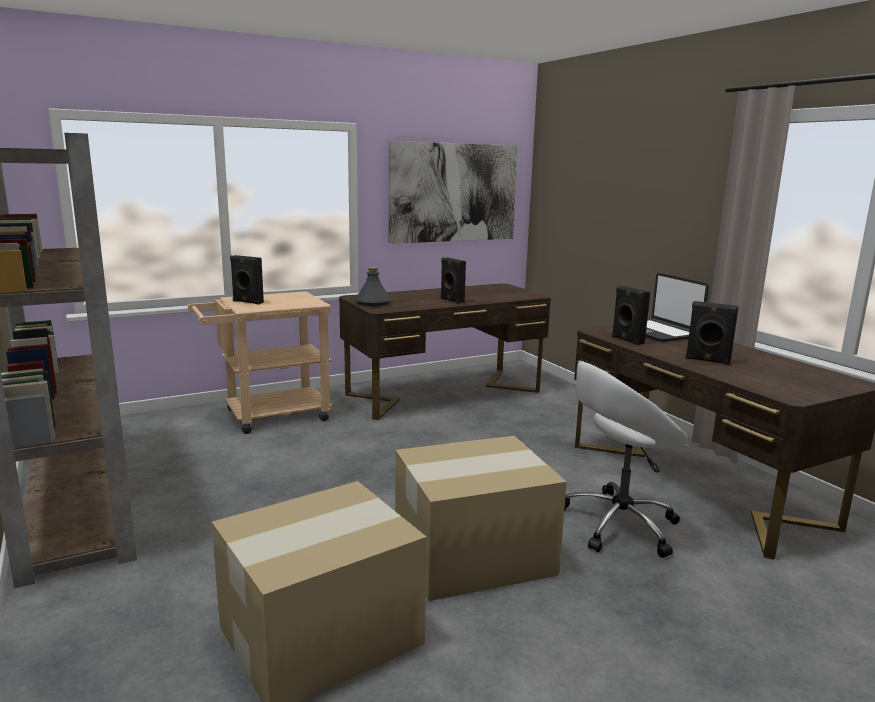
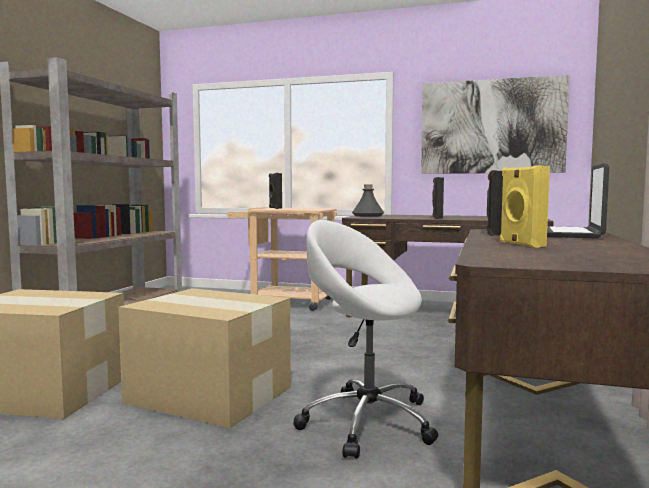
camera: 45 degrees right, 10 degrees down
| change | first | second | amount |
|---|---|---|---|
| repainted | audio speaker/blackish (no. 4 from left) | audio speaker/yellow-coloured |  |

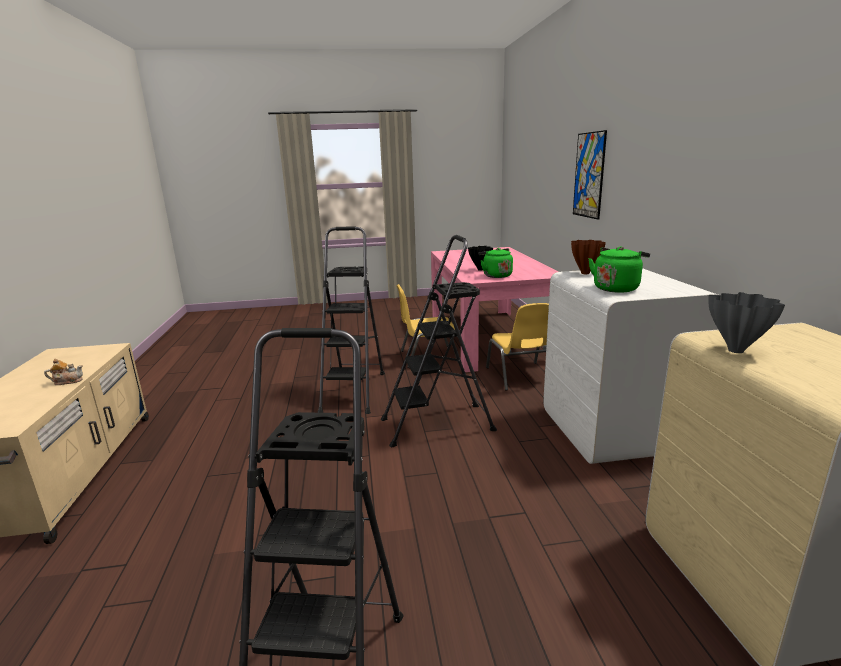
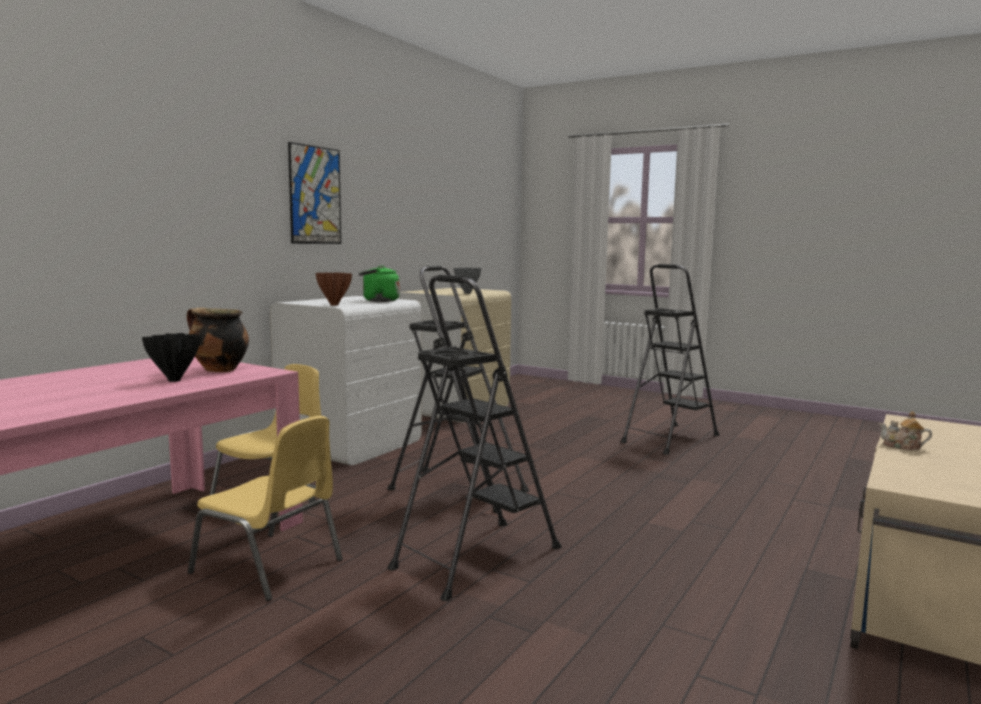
camera: 140 degrees left, 10 degrees down
| change | first | second | amount |
|---|---|---|---|
| shifted | wall picture |  |  |
| swapped | kettle/greenish (no. 1 from left) | stockpot |  |

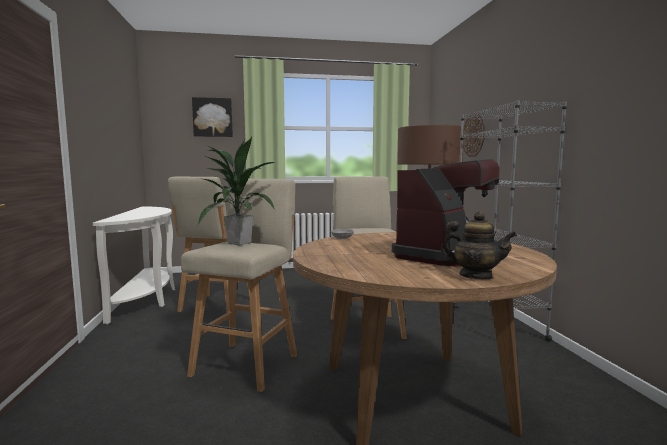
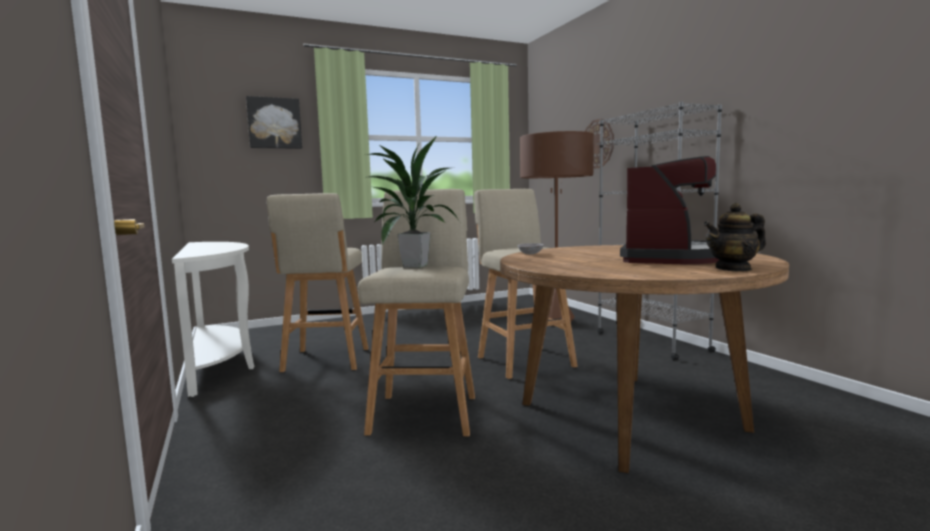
camera: 15 degrees left, 0 degrees up
| change | first | second | amount |
|---|---|---|---|
| rotated | tea pot |  | 150 degrees clockwise |

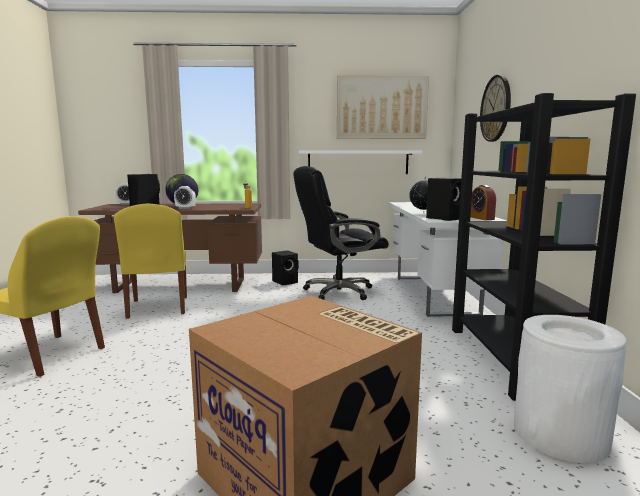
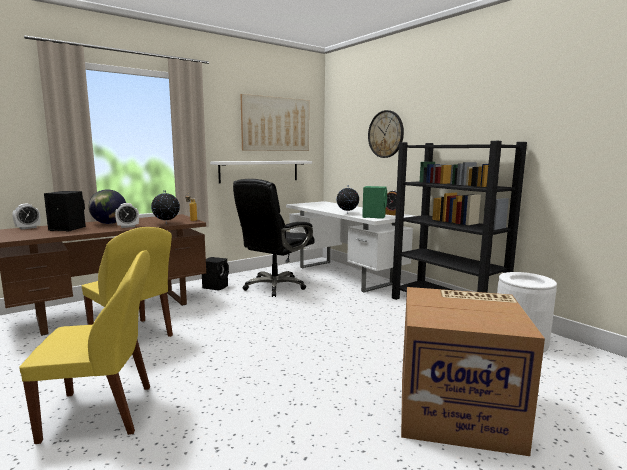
camera: 35 degrees left, 0 degrees up
| change | first | second | amount |
|---|---|---|---|
| new |  | world globe (no. 2 from left) |  |
| repainted | audio speaker/blackish (no. 3 from left) | audio speaker/greenish |  |

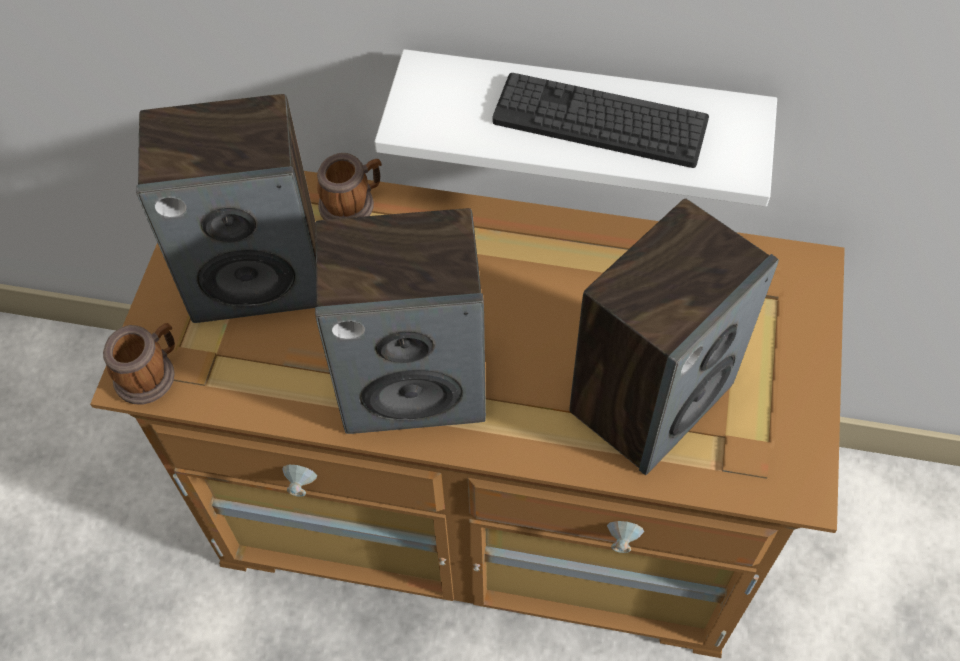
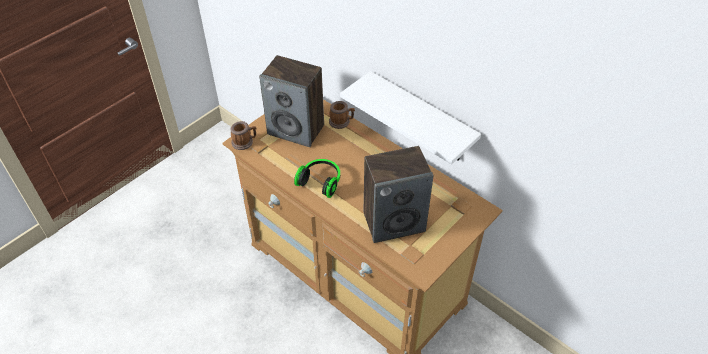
camera: 30 degrees right, 10 degrees down
| change | first | second | amount |
|---|---|---|---|
| gone | PC keyboard |  |  |
| swapped | audio speaker (no. 2 from left) | headphones |  |

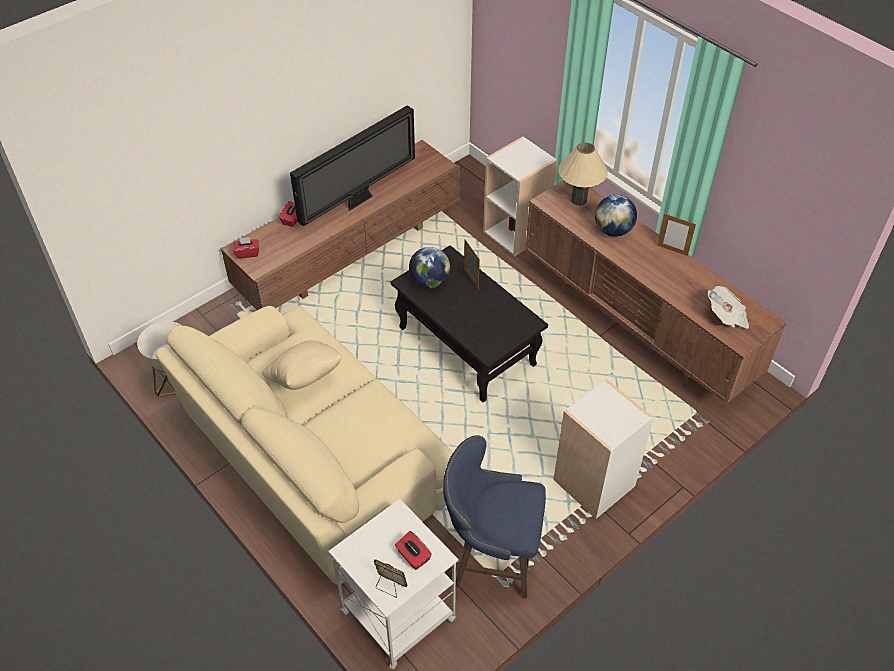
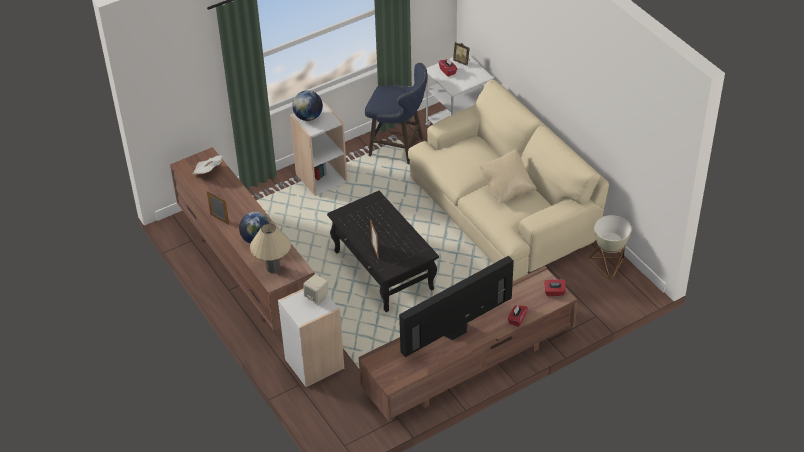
camera: 170 degrees left, 5 degrees down
| change | first | second | amount |
|---|---|---|---|
| new |  | audio speaker/beige |  |
| shifted | world globe (no. 1 from left in the first image) | world globe (no. 2 from left) |  |

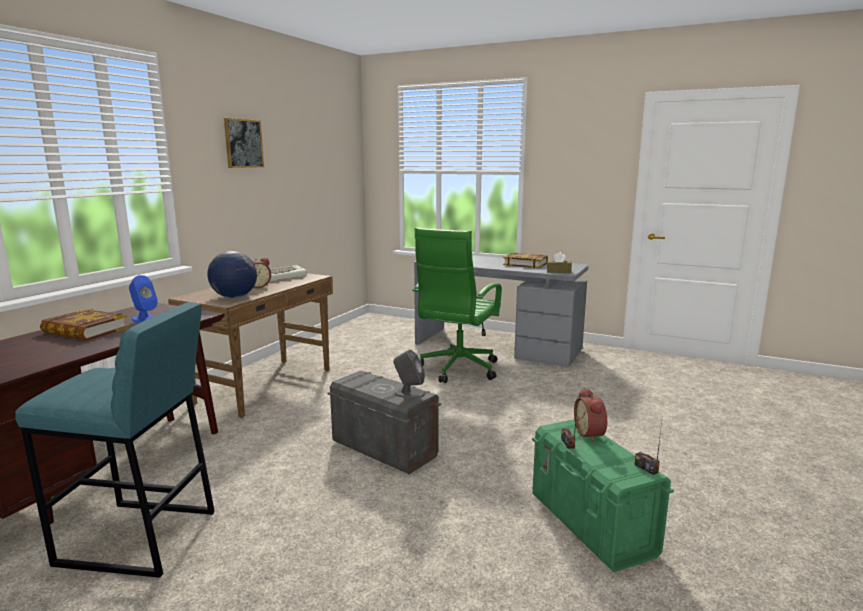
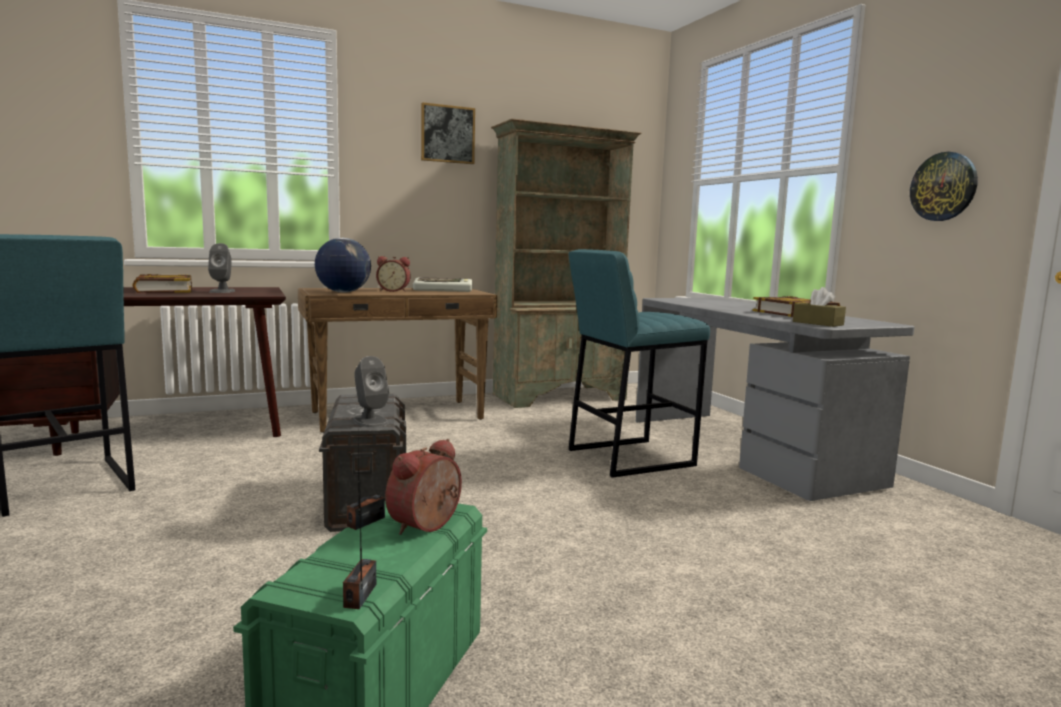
camera: 40 degrees right, 5 degrees down
| change | first | second | amount |
|---|---|---|---|
| new |  | shelving unit/greenish |  |
| new |  | clock on the wall |  |
| swapped | office chair/greenish | stool/turquoise-coloured (no. 2 from left) |  |
| repainted | audio speaker/blue-coloured | audio speaker/grey (no. 1 from left) |  |

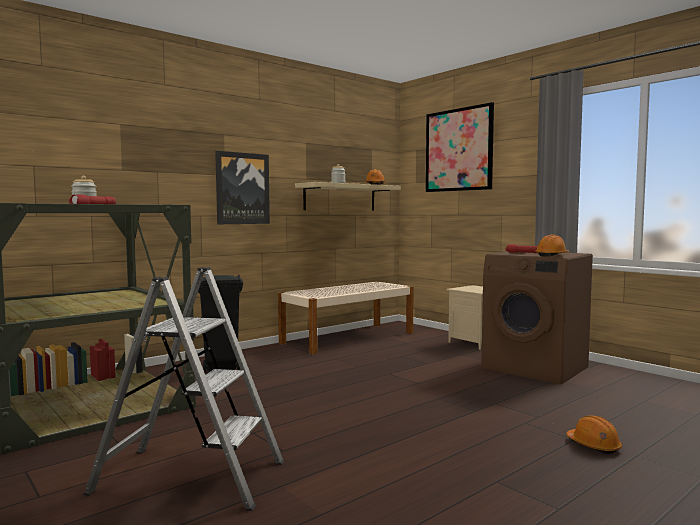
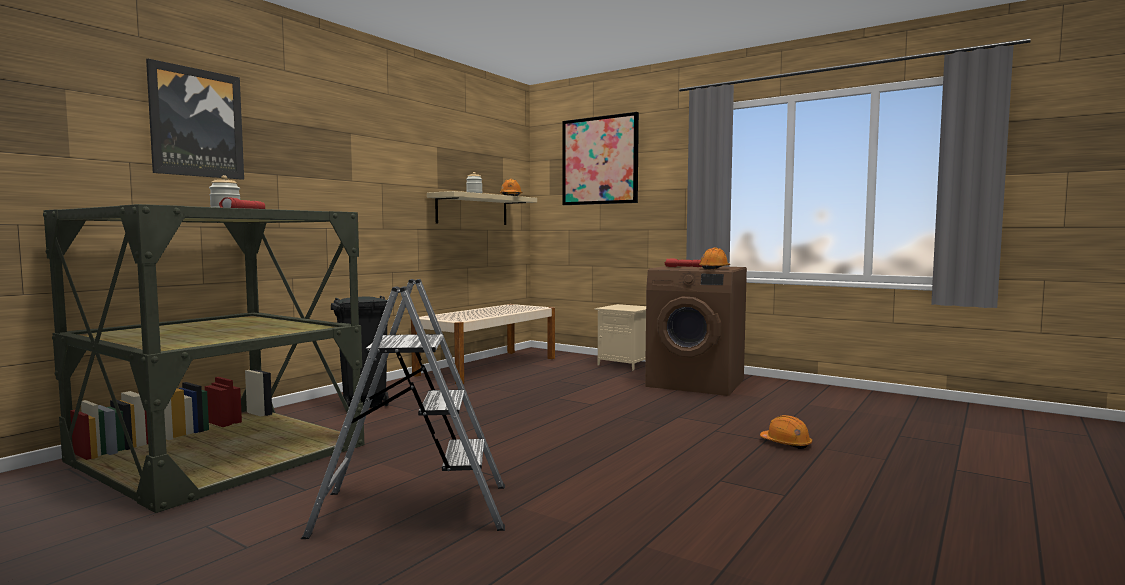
camera: 15 degrees left, 0 degrees up
| change | first | second | amount |
|---|---|---|---|
| shifted | wall picture (no. 1 from left) |  |  |

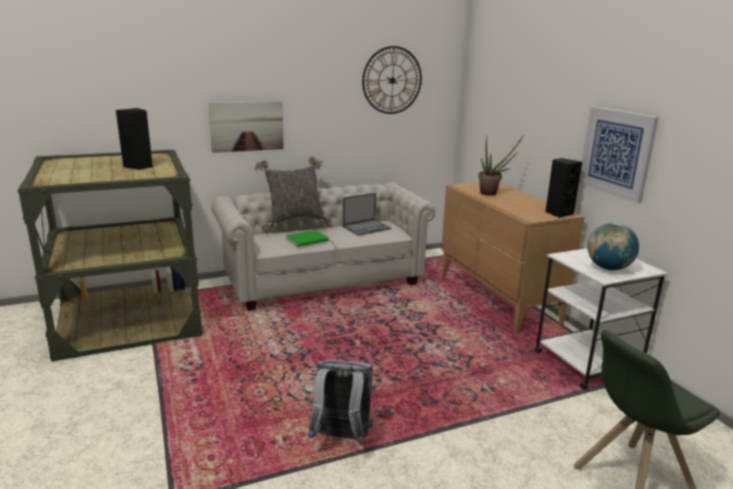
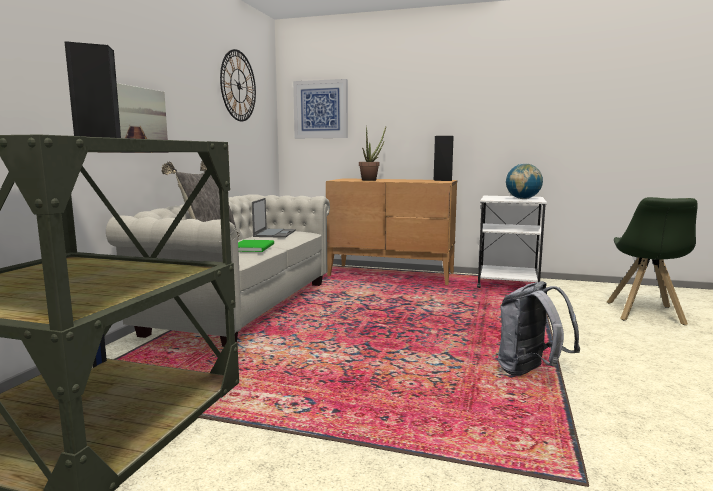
camera: 50 degrees left, 10 degrees down
| change | first | second | amount |
|---|---|---|---|
| shifted | wall picture (no. 2 from left) |  |  |

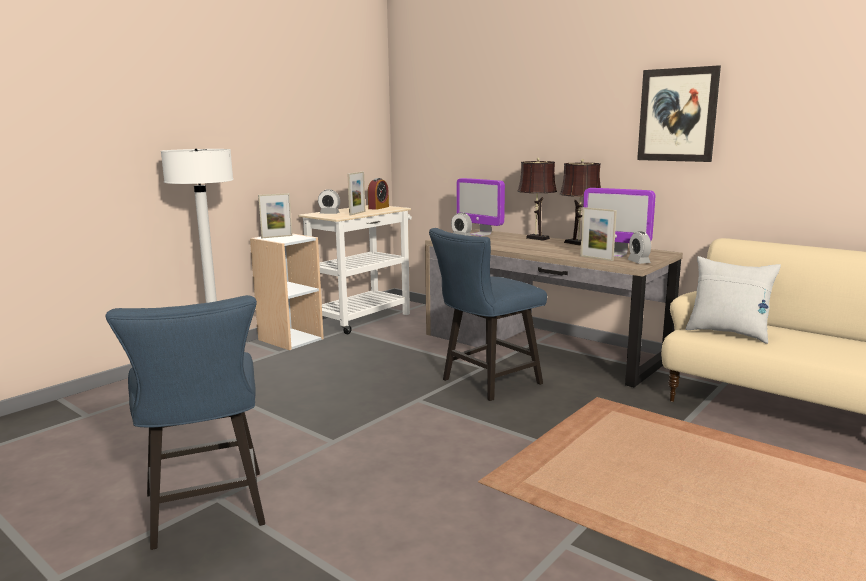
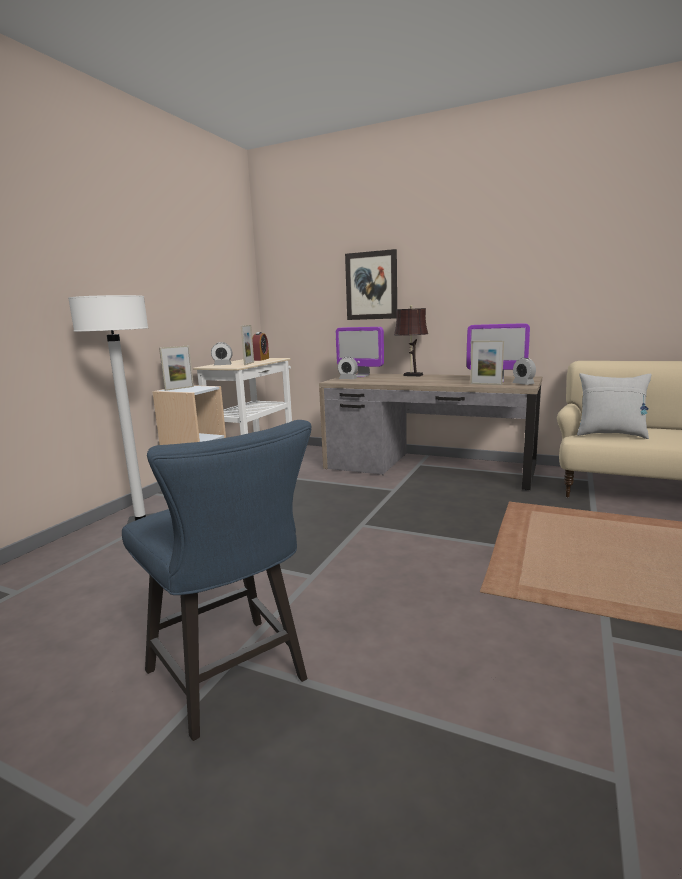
camera: 15 degrees left, 0 degrees up
| change | first | second | amount |
|---|---|---|---|
| gone | upright chair/blue-coloured (no. 2 from left) |  |  |
| gone | tabletop lamp/brown (no. 2 from left) |  |  |
| shifted | wall picture |  |  |

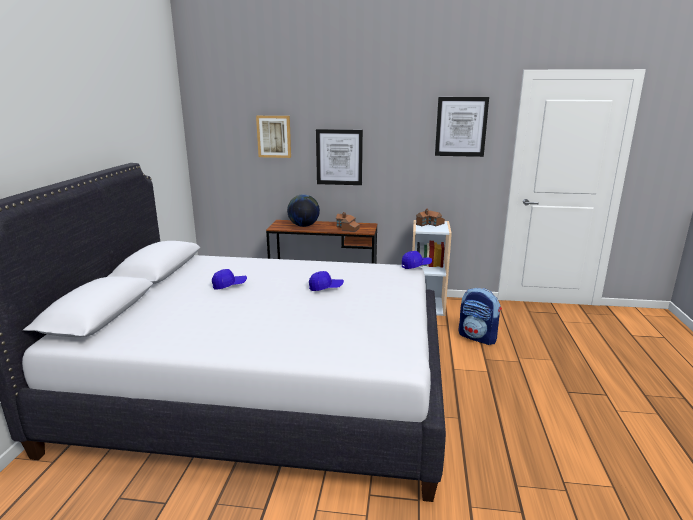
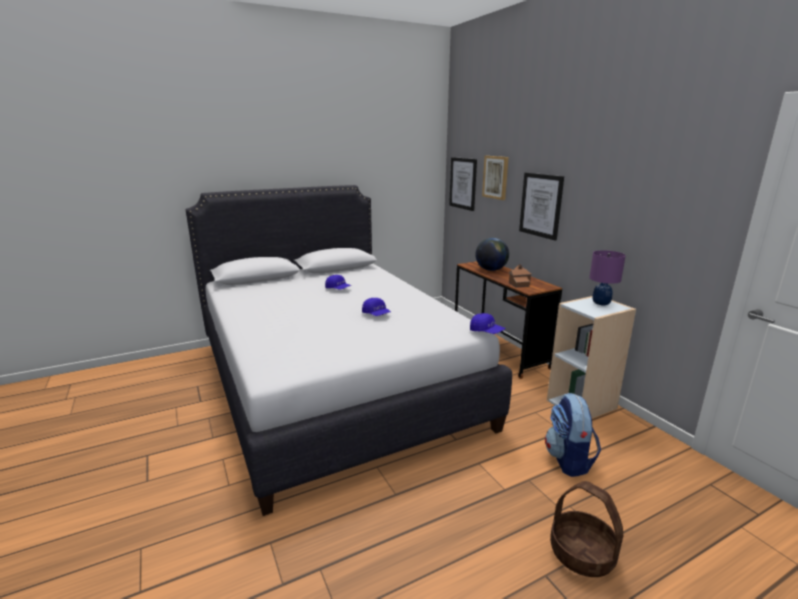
camera: 55 degrees right, 0 degrees up
| change | first | second | amount |
|---|---|---|---|
| new |  | household basket |  |
| shifted | wall picture (no. 3 from left in the first image) | wall picture (no. 1 from left) |  |
| swapped | model house (no. 2 from left) | tabletop lamp/purple |  |

